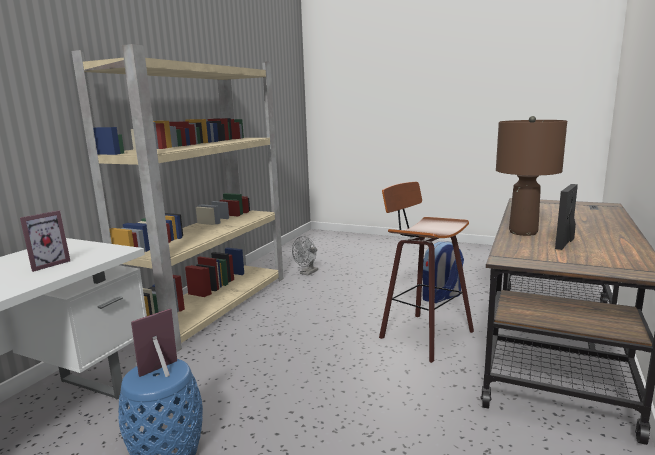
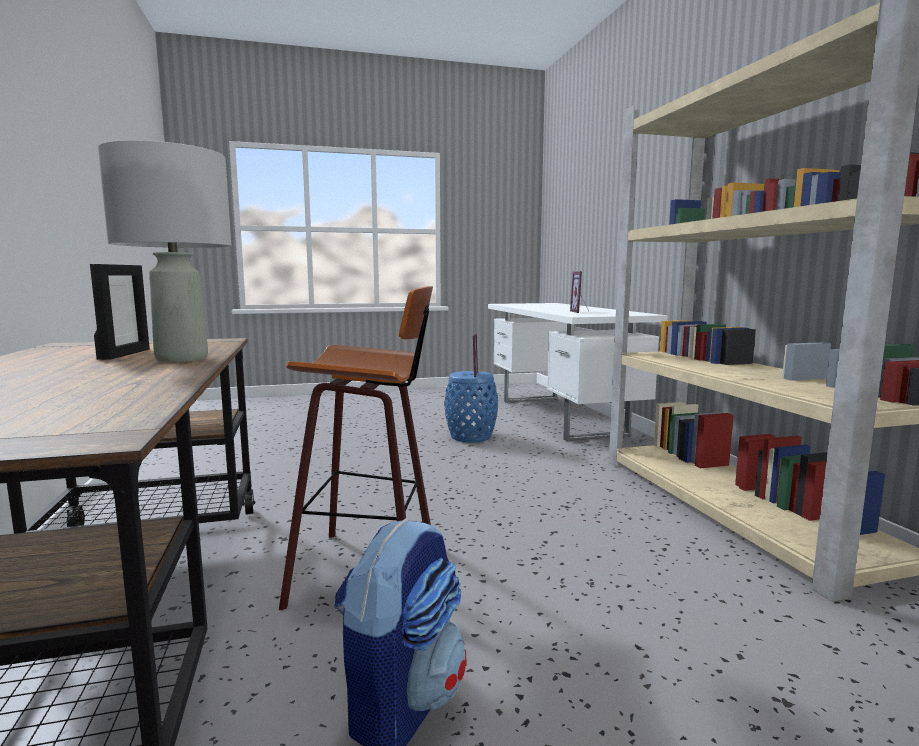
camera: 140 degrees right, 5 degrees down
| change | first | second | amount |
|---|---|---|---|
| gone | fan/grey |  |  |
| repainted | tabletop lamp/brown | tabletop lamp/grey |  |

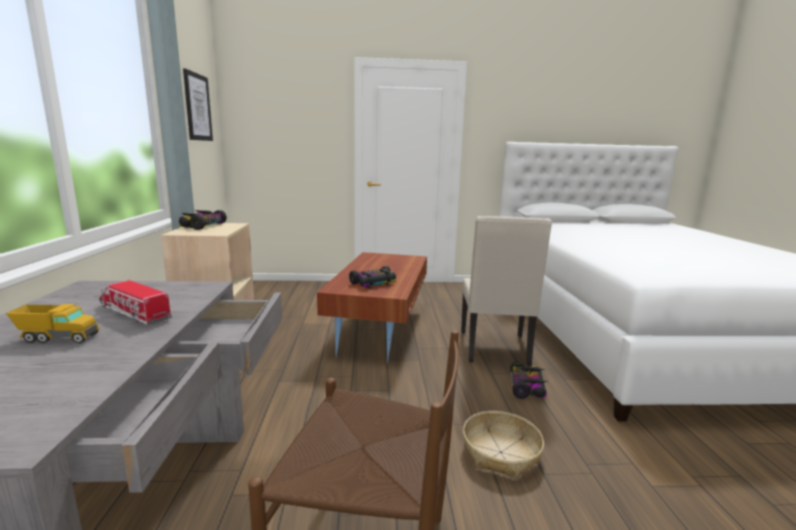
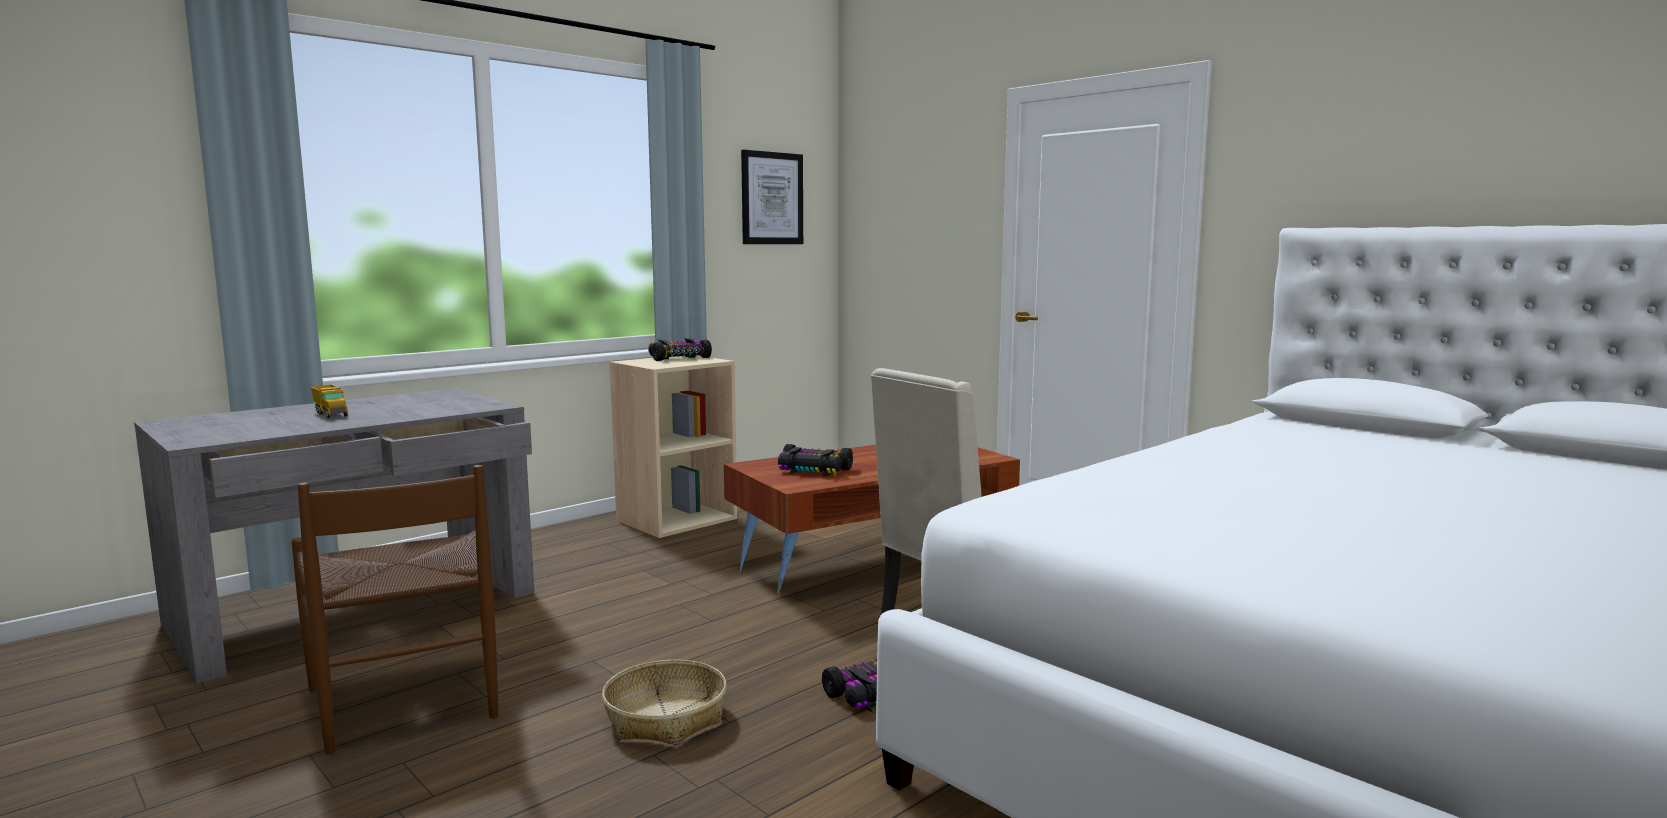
camera: 50 degrees right, 5 degrees down
| change | first | second | amount |
|---|---|---|---|
| gone | toy lorry (no. 2 from left) |  |  |

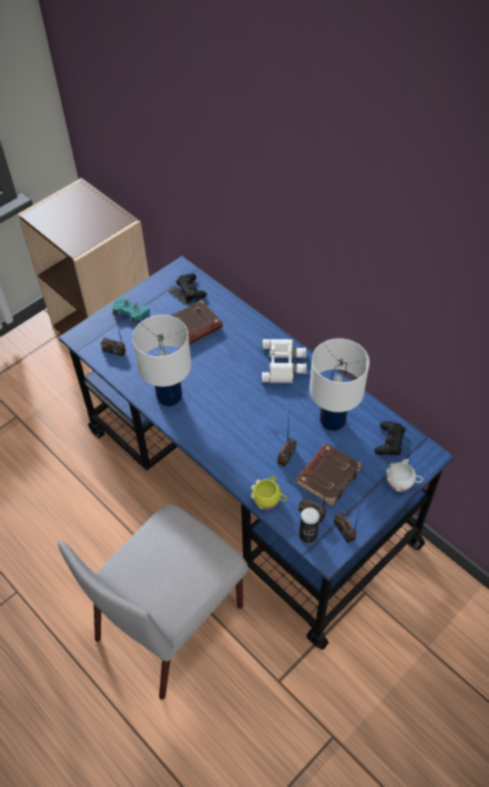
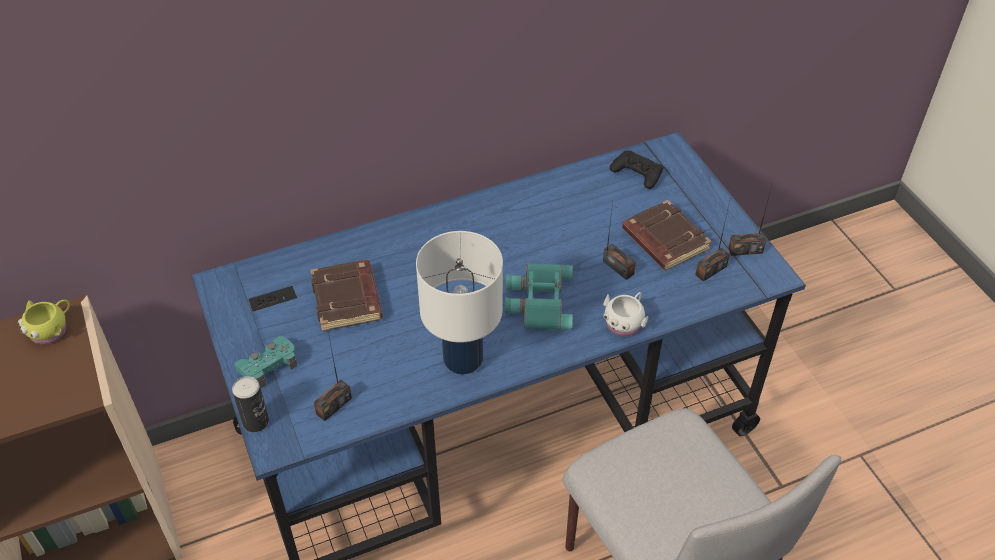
camera: 70 degrees left, 5 degrees down
| change | first | second | amount |
|---|---|---|---|
| gone | game controller/blackish (no. 1 from left) |  |  |
| gone | pair of binoculars/white |  |  |
| gone | tabletop lamp/white (no. 2 from left) |  |  |
| new |  | pair of binoculars/turquoise-coloured |  |
| shifted | mug/yellow-coloured |  |  |
| shifted | can |  |  |
| shifted | mug/white |  |  |

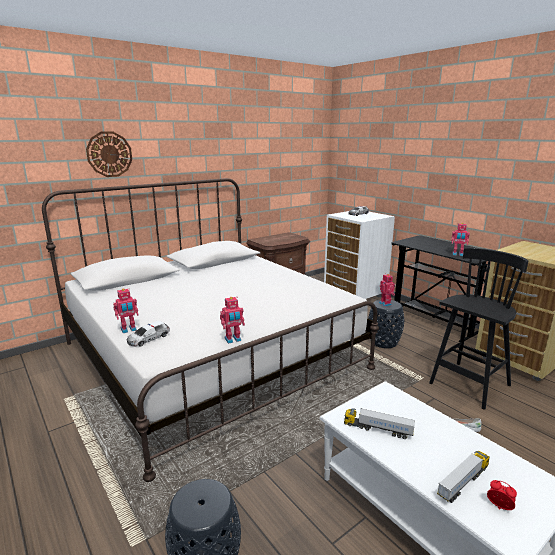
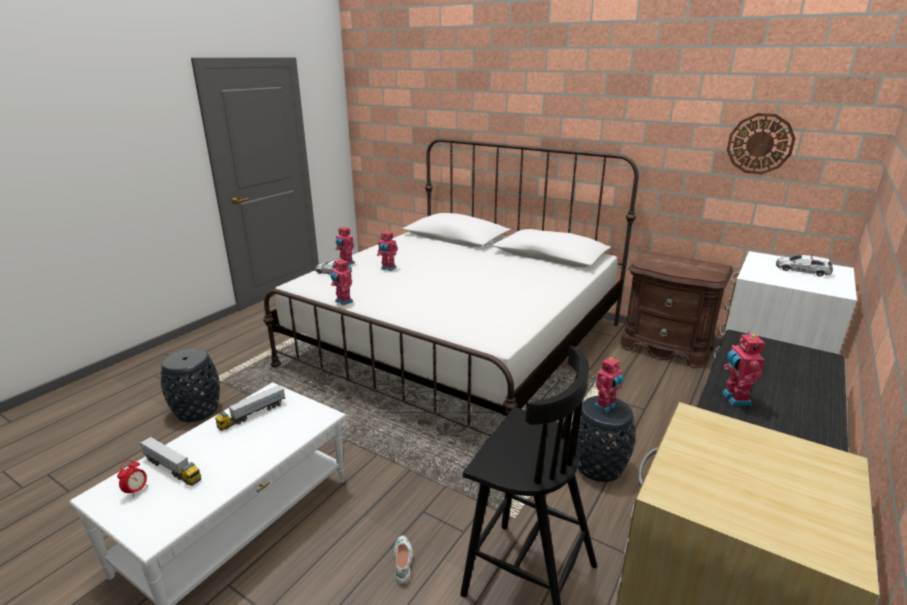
camera: 70 degrees right, 5 degrees up
| change | first | second | amount |
|---|---|---|---|
| new |  | toy robot (no. 3 from left) |  |
| shifted | clock on the wall |  |  |
| rotated | toy lorry (no. 1 from left in the first image) | toy lorry (no. 2 from left) | 135 degrees counterclockwise |

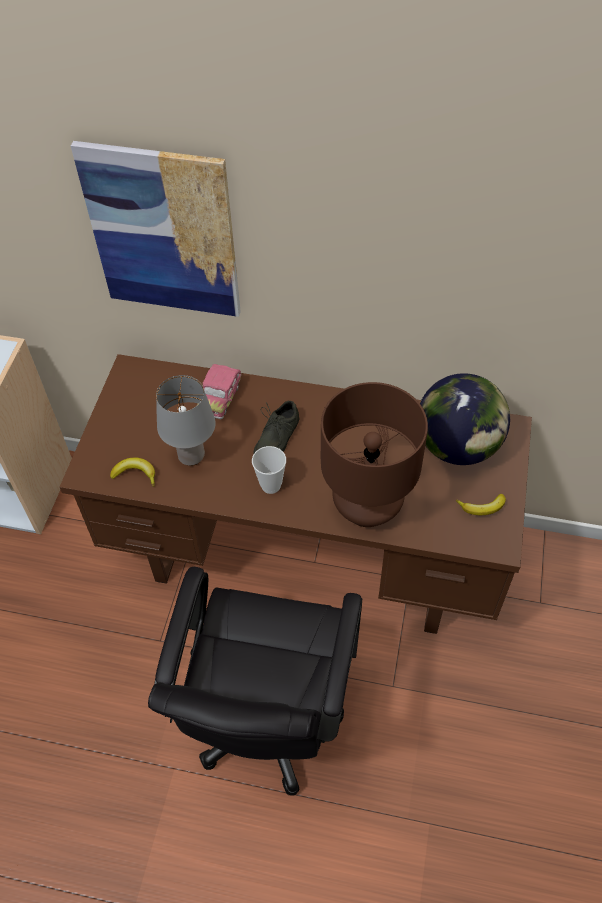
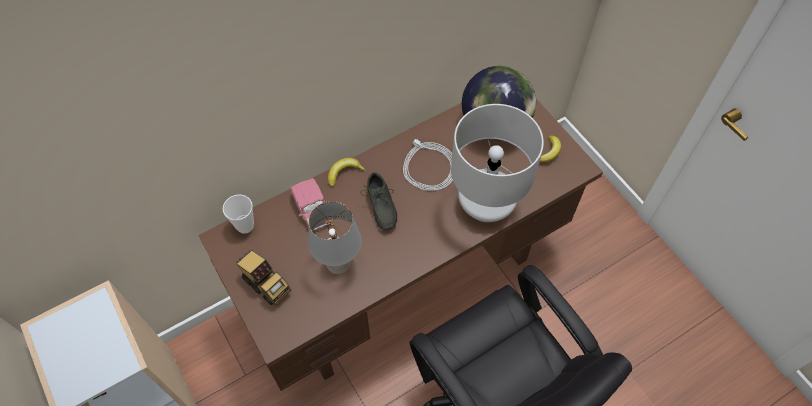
camera: 45 degrees left, 5 degrees up
| change | first | second | amount |
|---|---|---|---|
| gone | wall picture |  |  |
| new |  | toy lorry |  |
| shifted | whole banana (no. 1 from left) |  |  |
| shifted | drinking cup |  |  |
| repainted | tabletop lamp/brown | tabletop lamp/grey (no. 2 from left) |  |

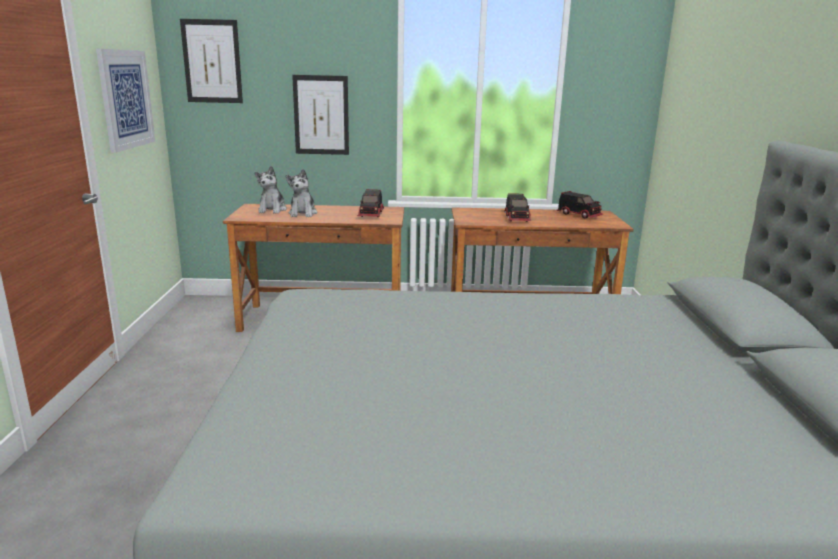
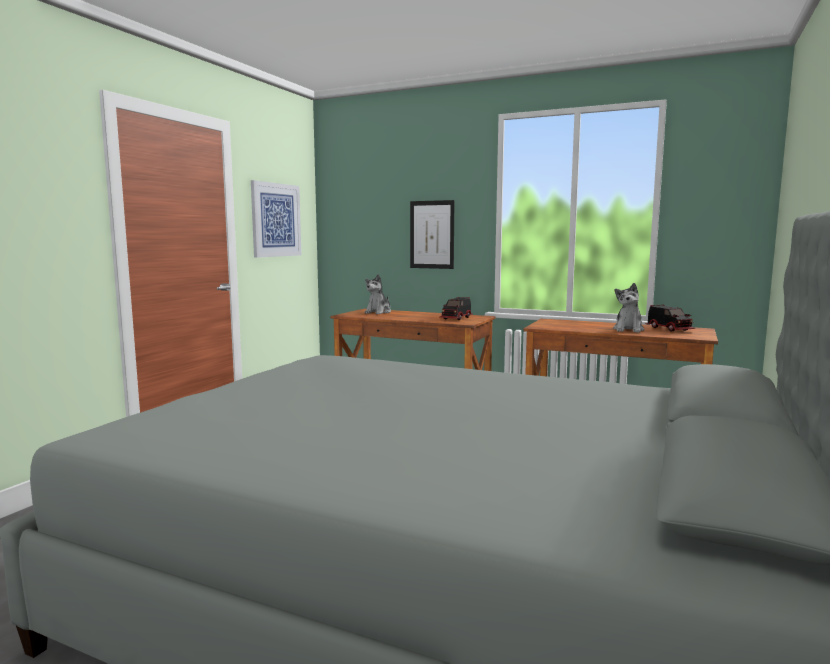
camera: 25 degrees right, 10 degrees down
| change | first | second | amount |
|---|---|---|---|
| gone | wall picture (no. 2 from left) |  |  |
| gone | toy lorry (no. 2 from left) |  |  |
| shifted | soft toy (no. 2 from left) |  |  |

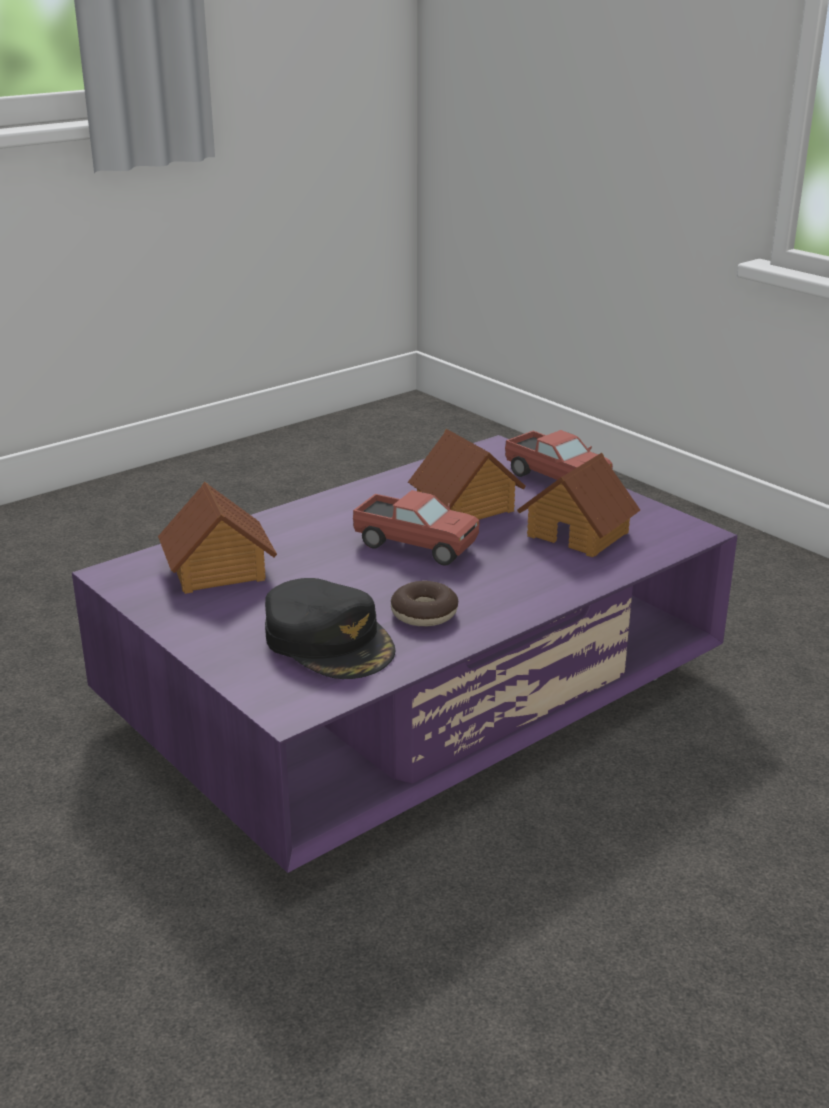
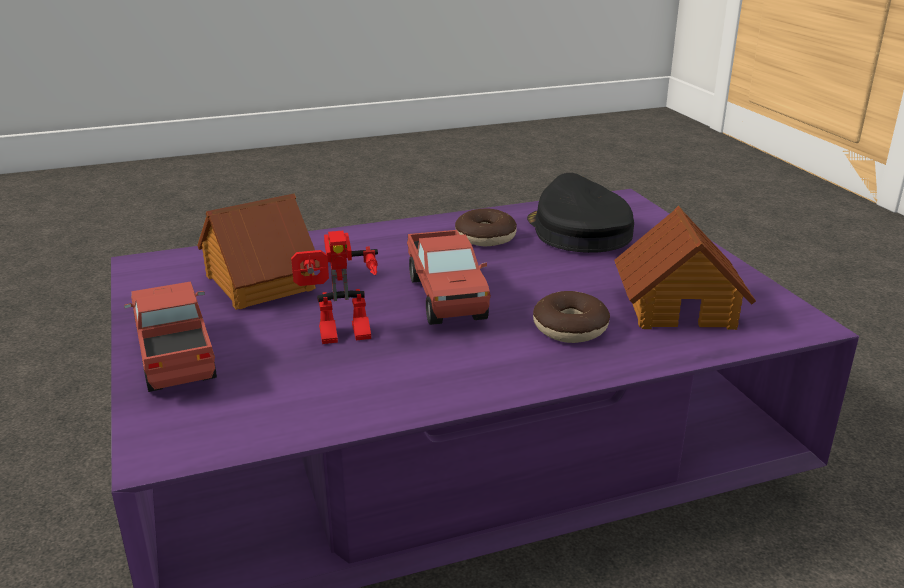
camera: 160 degrees left, 0 degrees up
| change | first | second | amount |
|---|---|---|---|
| new |  | donut (no. 2 from left) |  |
| swapped | model house (no. 2 from left) | toy robot |  |
| rotated | toy lorry (no. 1 from left in the first image) | toy lorry (no. 2 from left) | 150 degrees counterclockwise |

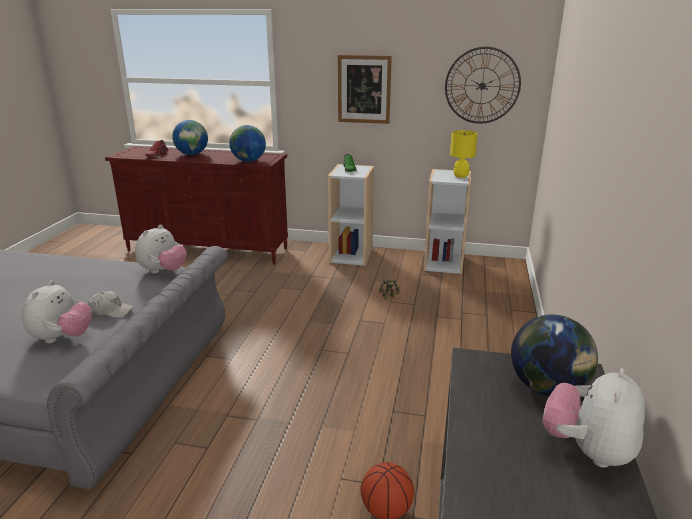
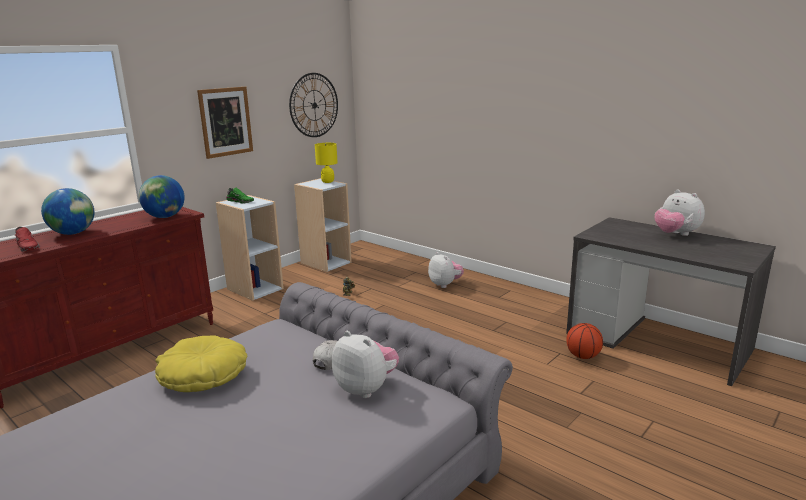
camera: 60 degrees left, 5 degrees down
| change | first | second | amount |
|---|---|---|---|
| gone | world globe (no. 3 from left) |  |  |
| new |  | pillow/yellow-coloured |  |
| shifted | soft toy (no. 2 from left) |  |  |

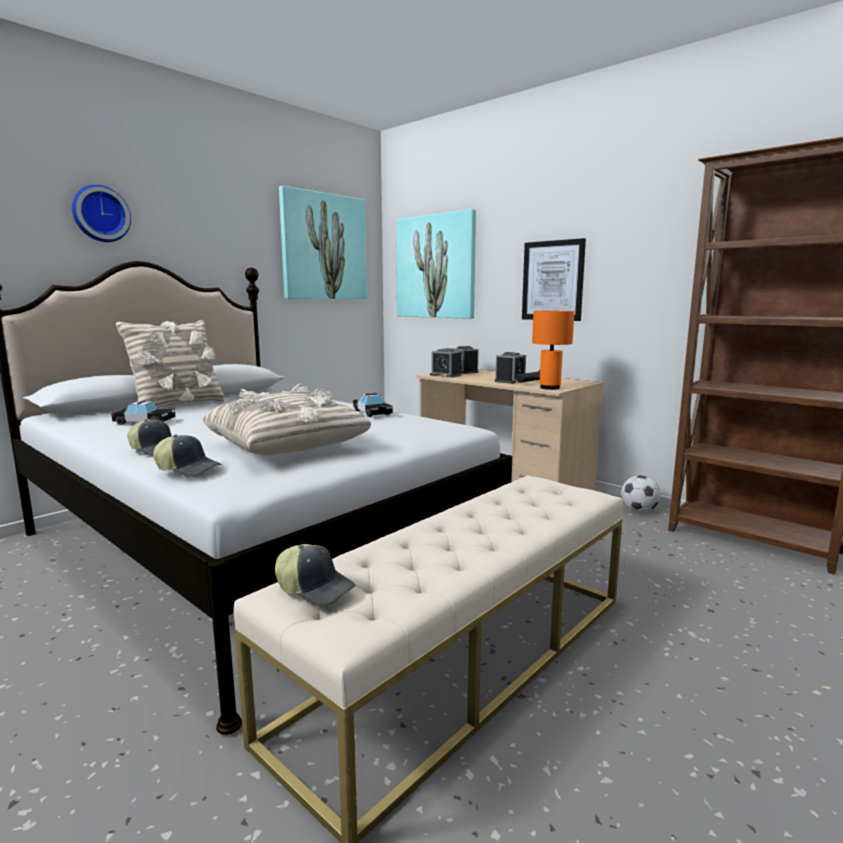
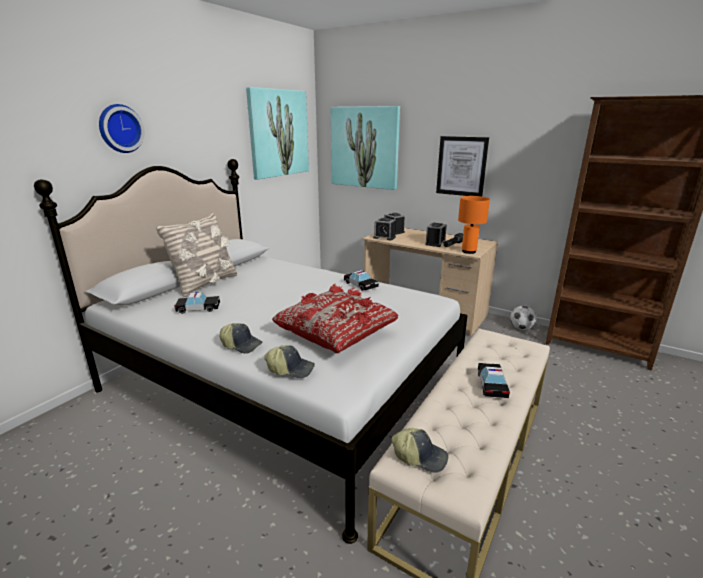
camera: 10 degrees left, 10 degrees up
| change | first | second | amount |
|---|---|---|---|
| new |  | model car (no. 3 from left) |  |
| repainted | pillow/beige (no. 2 from left) | pillow/red |  |

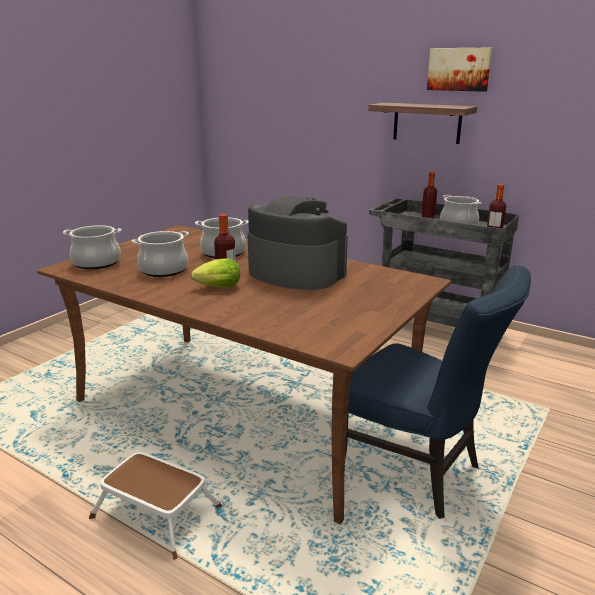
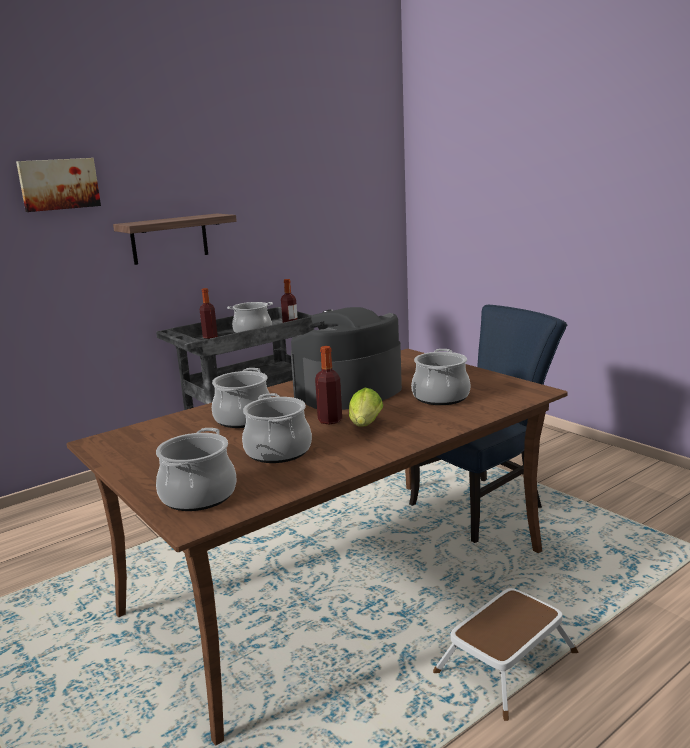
camera: 70 degrees left, 5 degrees down
| change | first | second | amount |
|---|---|---|---|
| new |  | stockpot (no. 5 from left) |  |
| shifted | wall picture |  |  |

